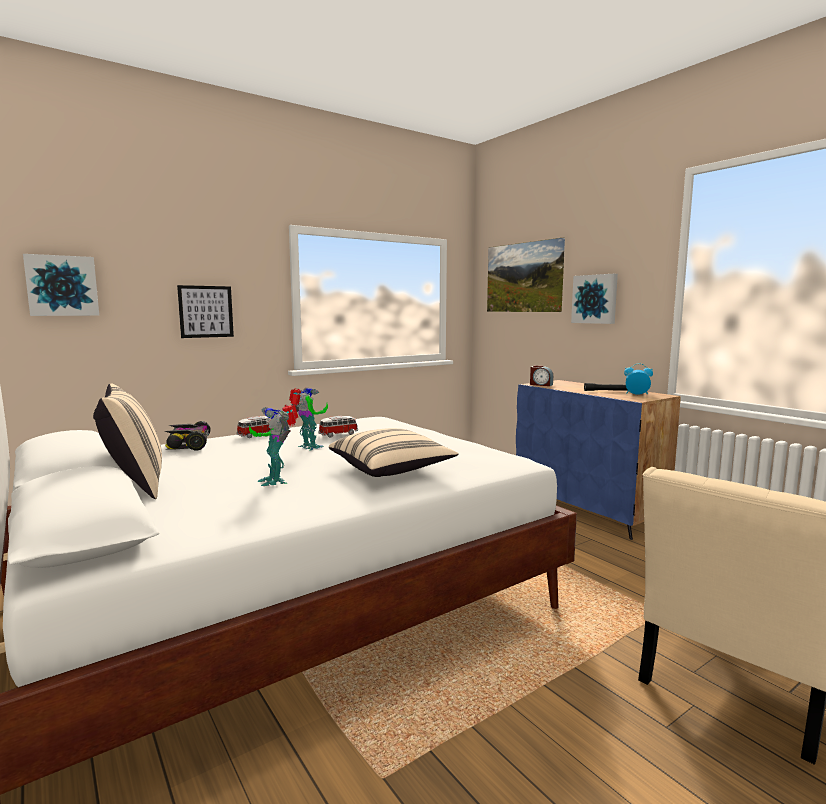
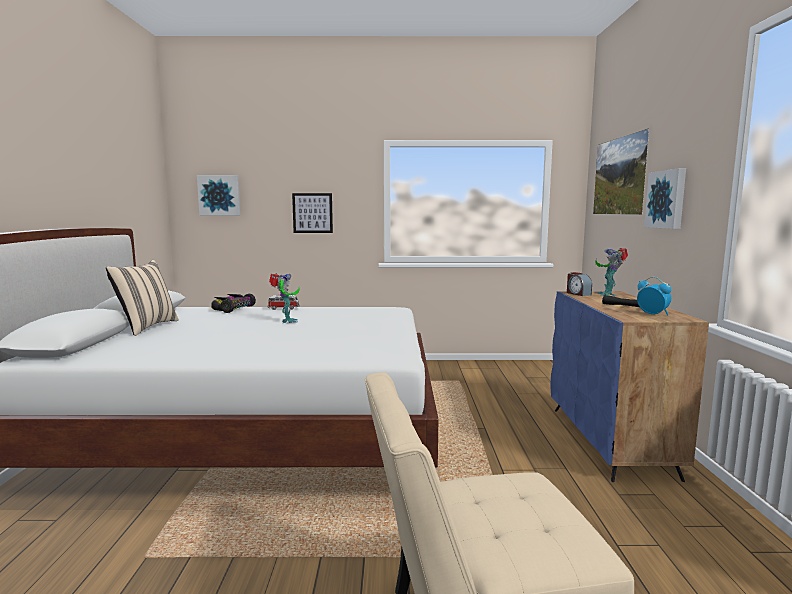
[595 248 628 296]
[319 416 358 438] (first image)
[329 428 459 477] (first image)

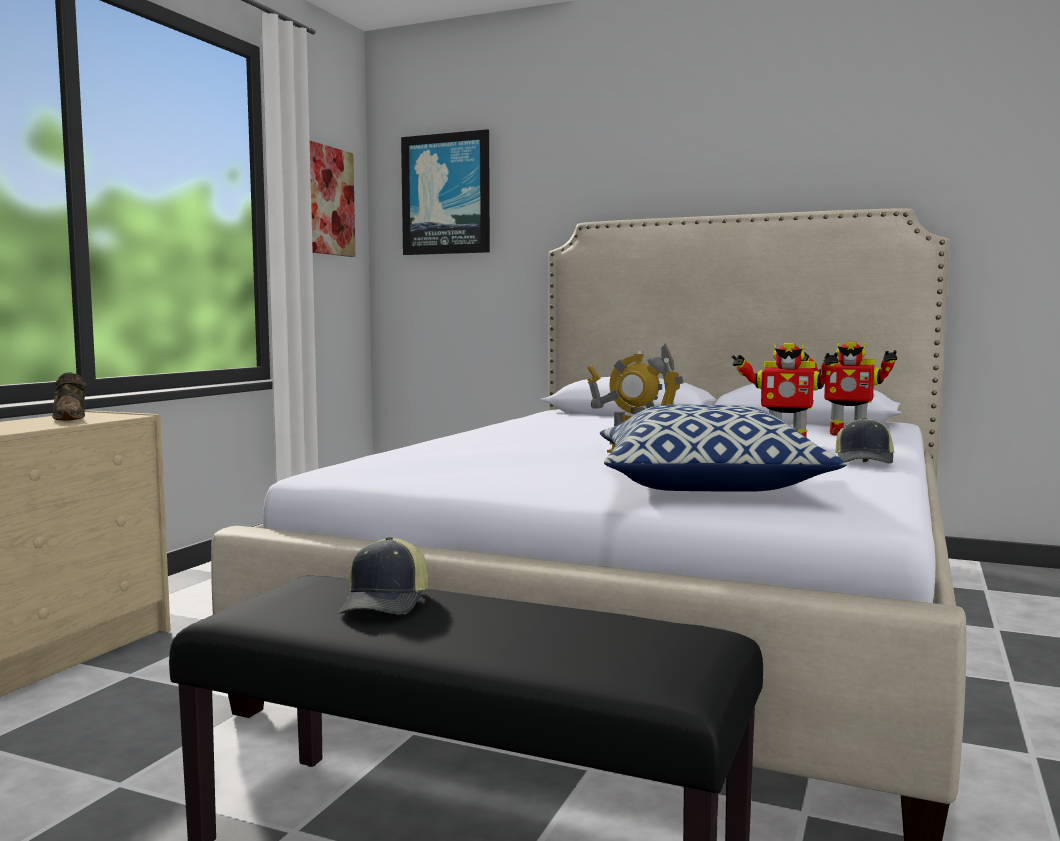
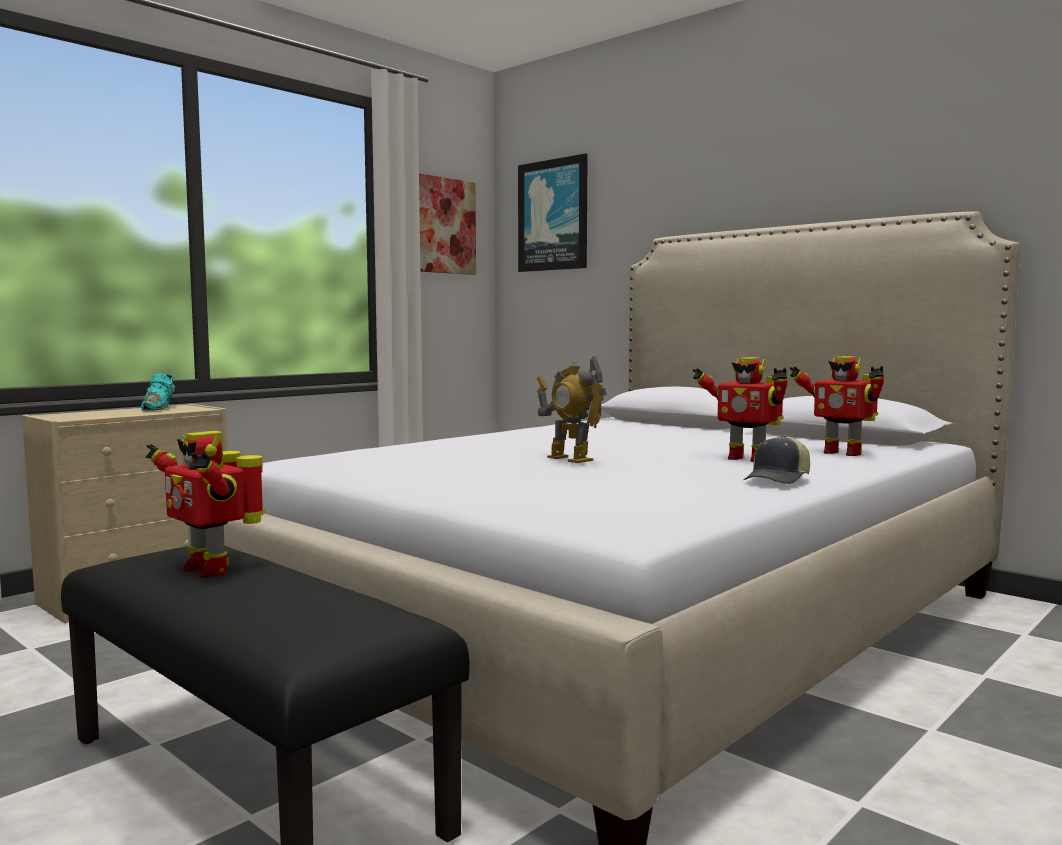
[141 374 176 411]
[600 405 847 492] (first image)
[146 431 265 578]

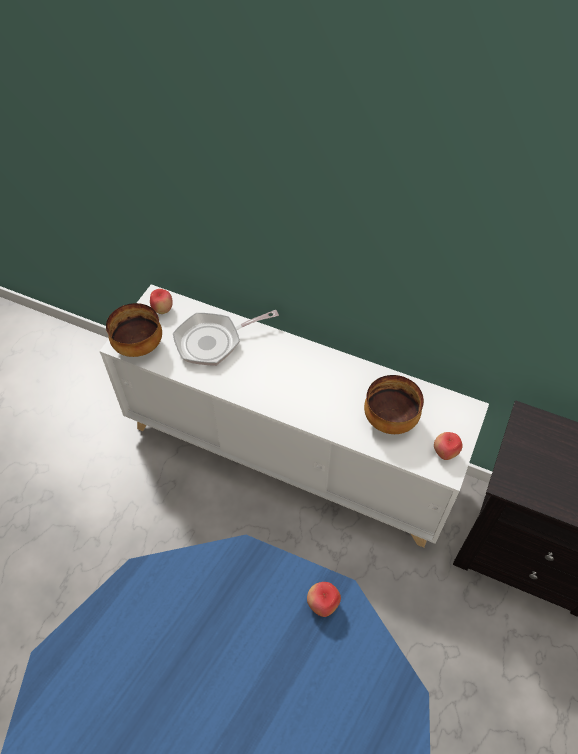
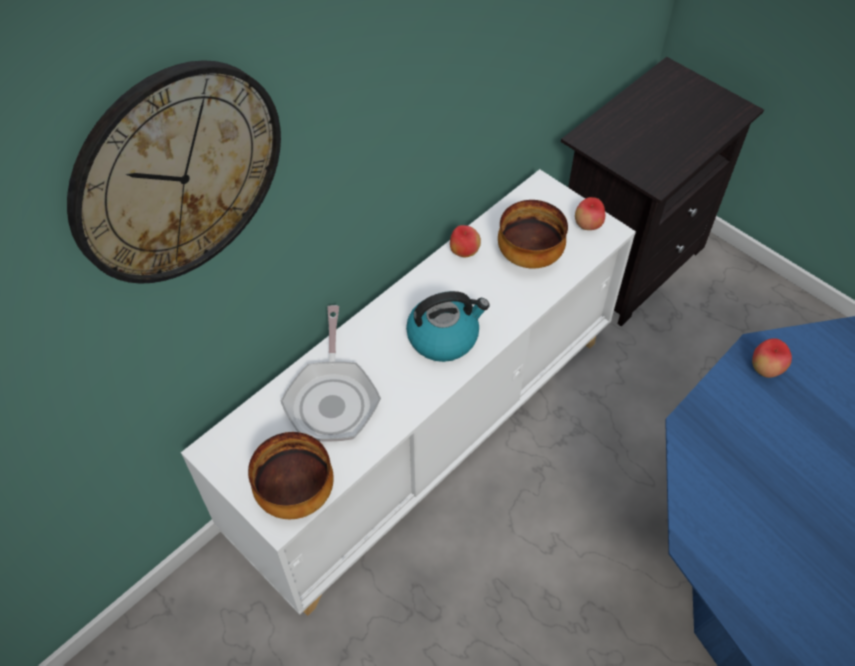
[450 225 481 257]
[67 60 281 284]
[406 291 489 362]

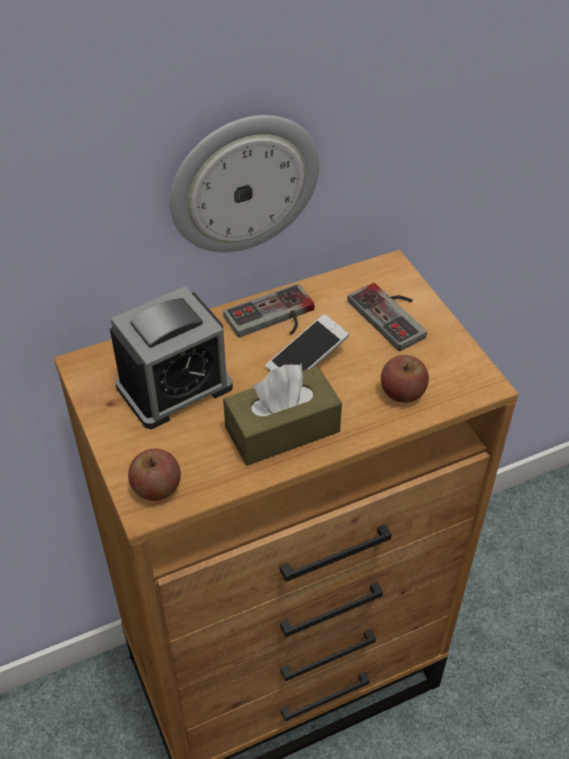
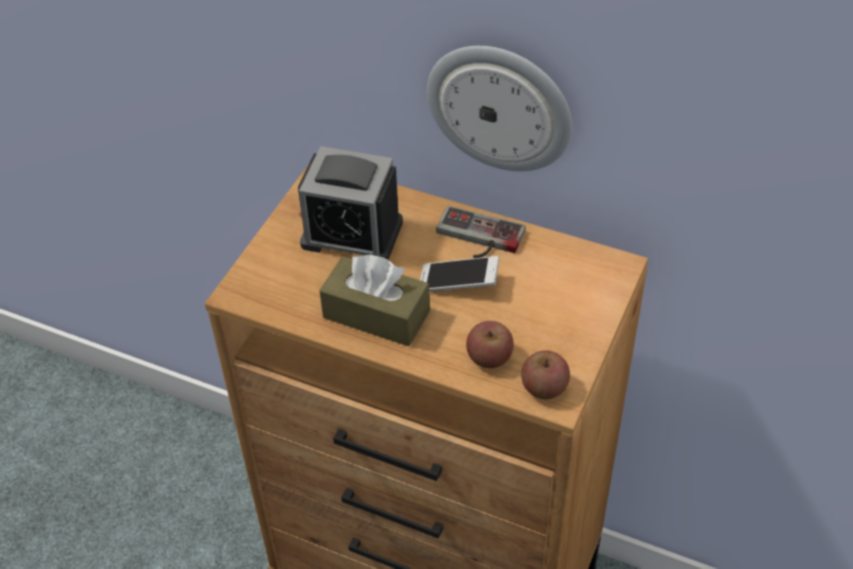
[347 283 427 351] (first image)
[521 350 570 399]

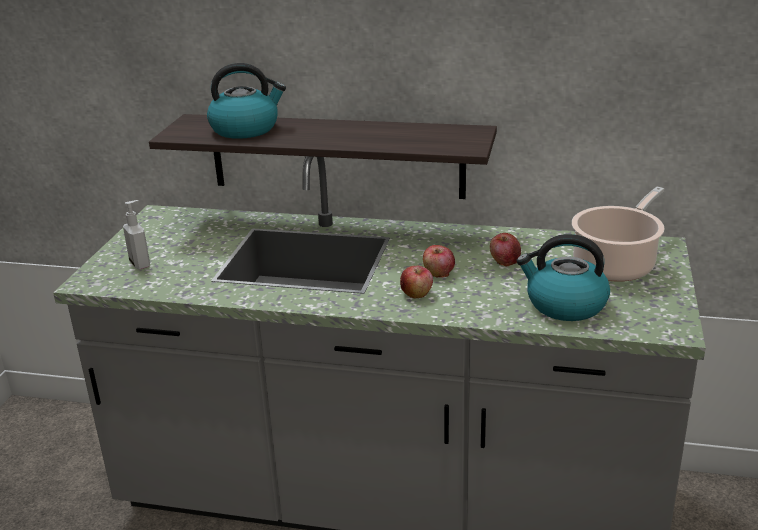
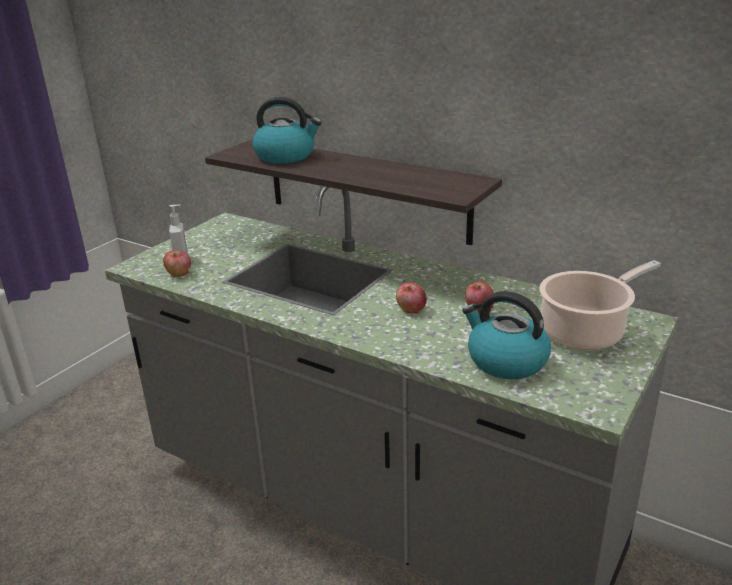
[163 250 191 277]

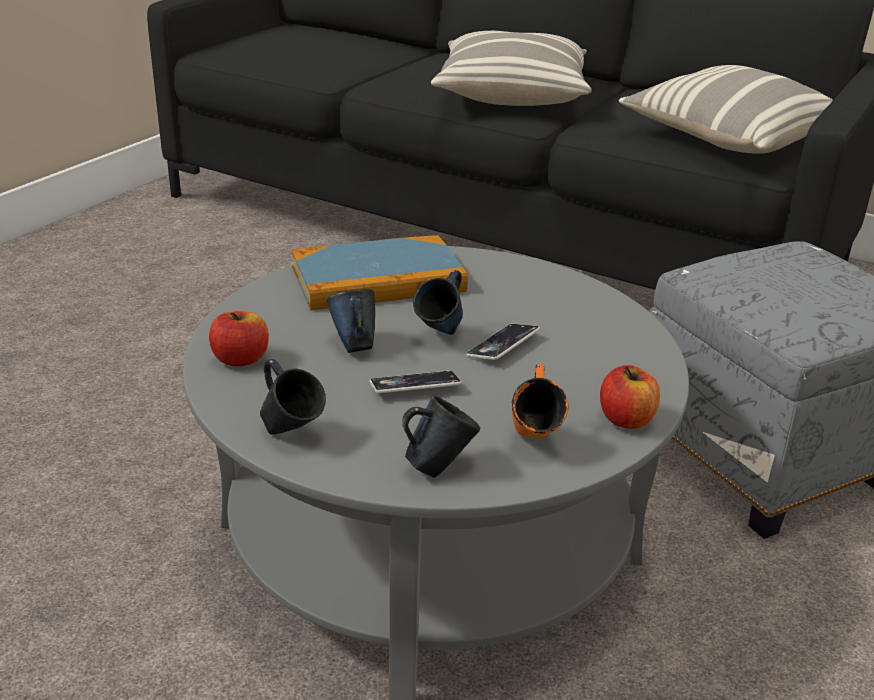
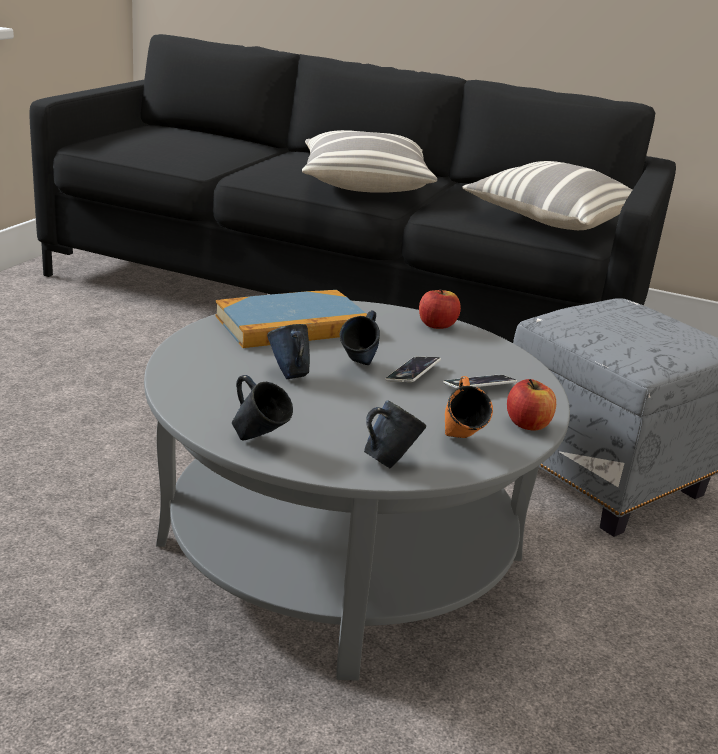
[419 289 461 329]
[443 375 517 389]

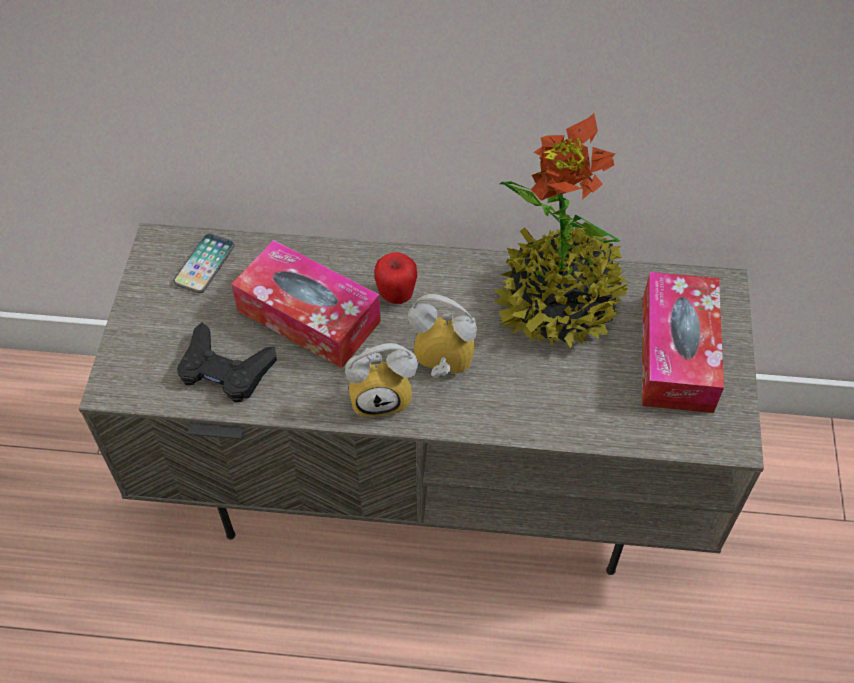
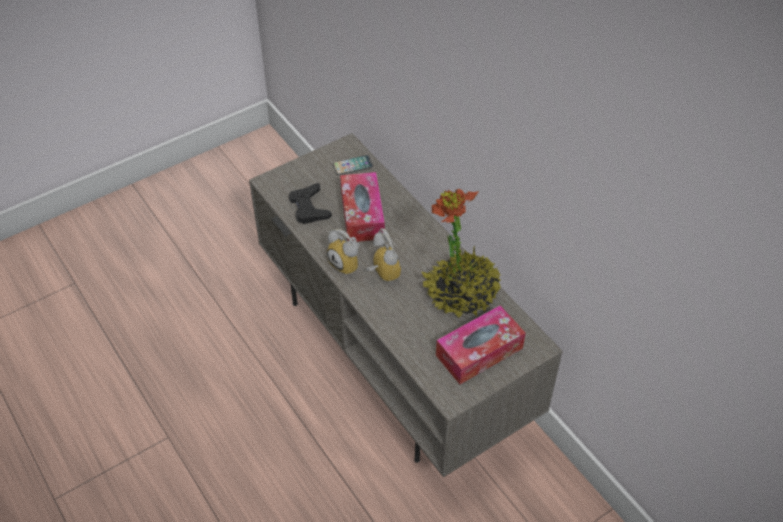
[375 252 417 304] (first image)

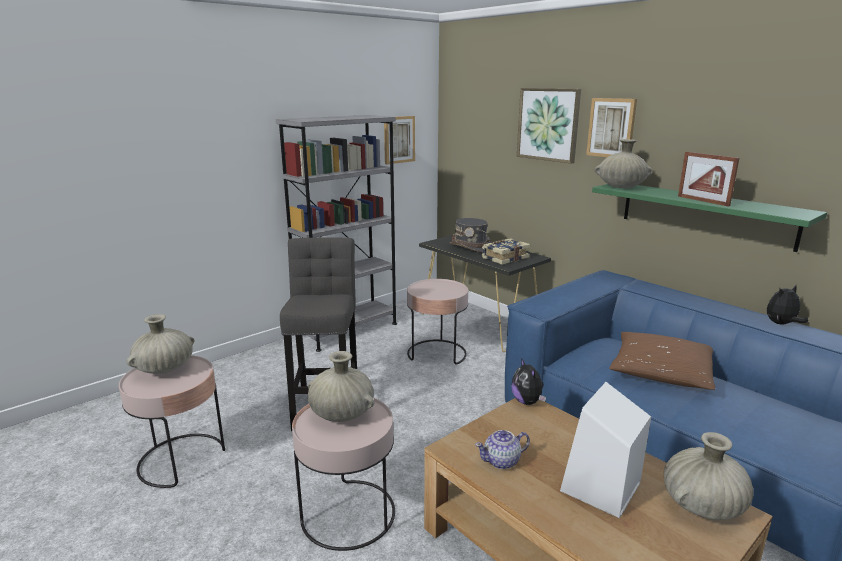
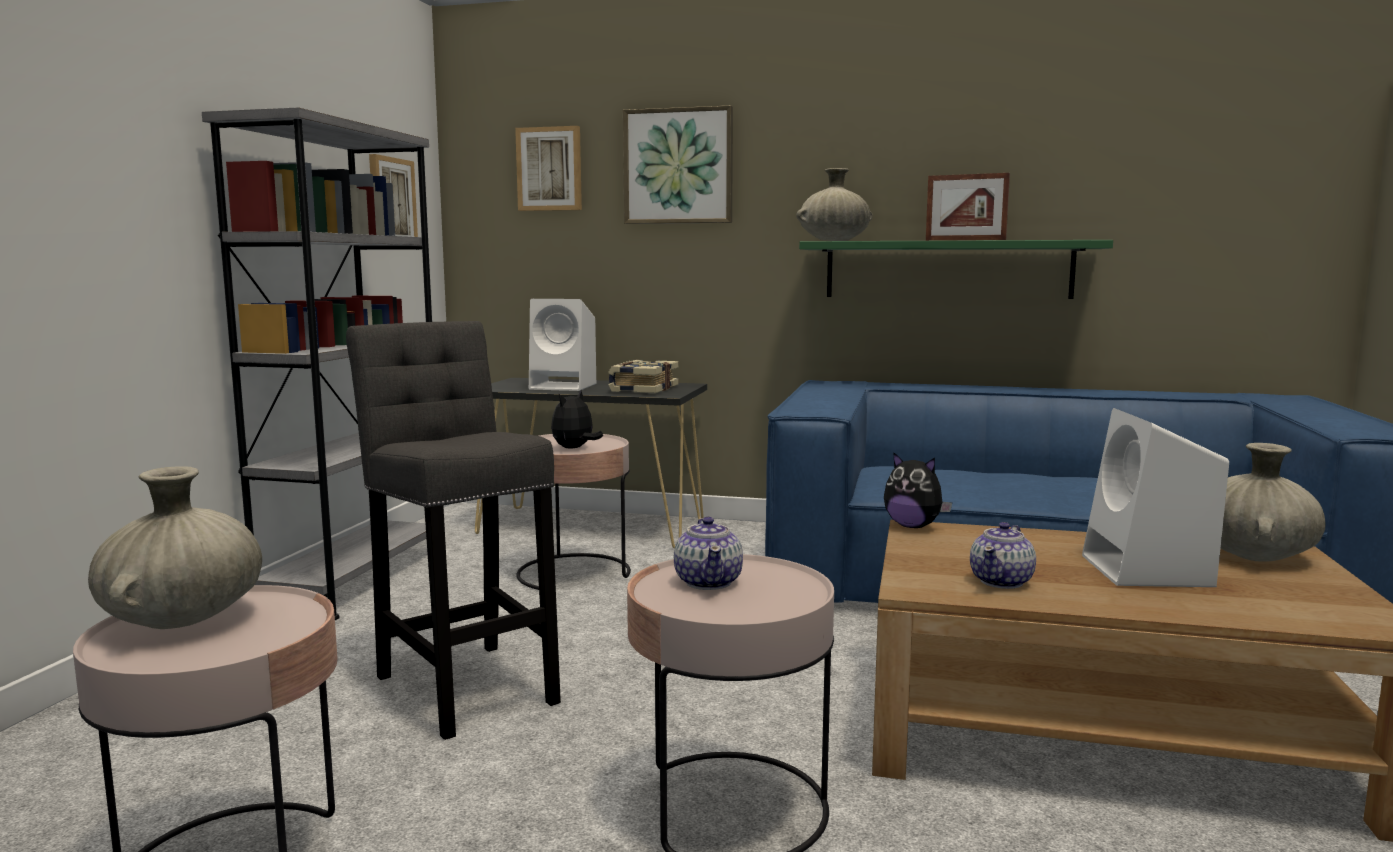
[515 126 582 211]
[529 299 596 391]
[551 390 603 449]
[609 332 715 390] (first image)
[674 517 743 590]

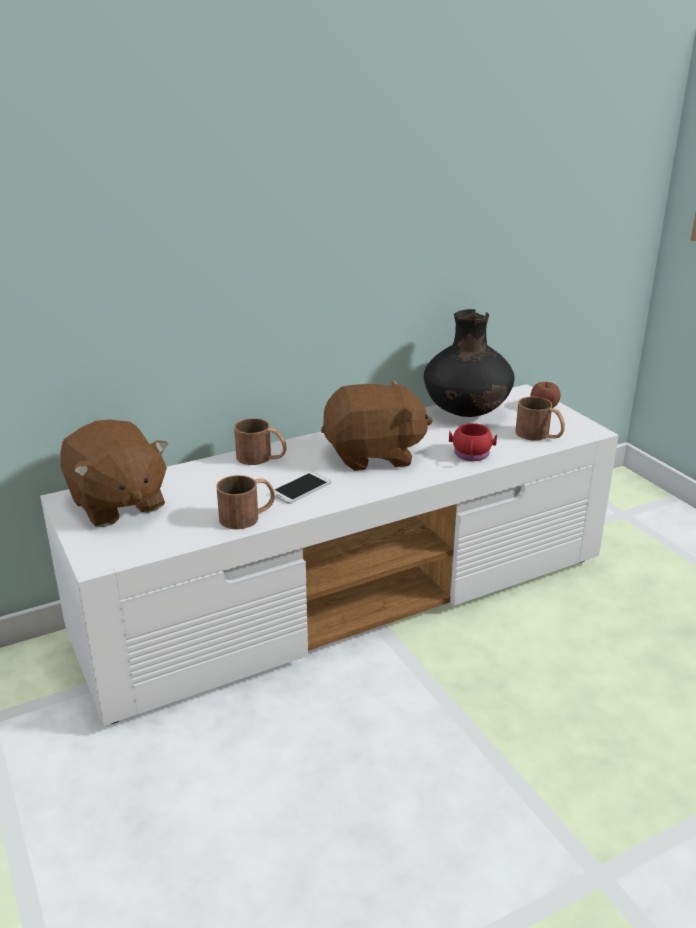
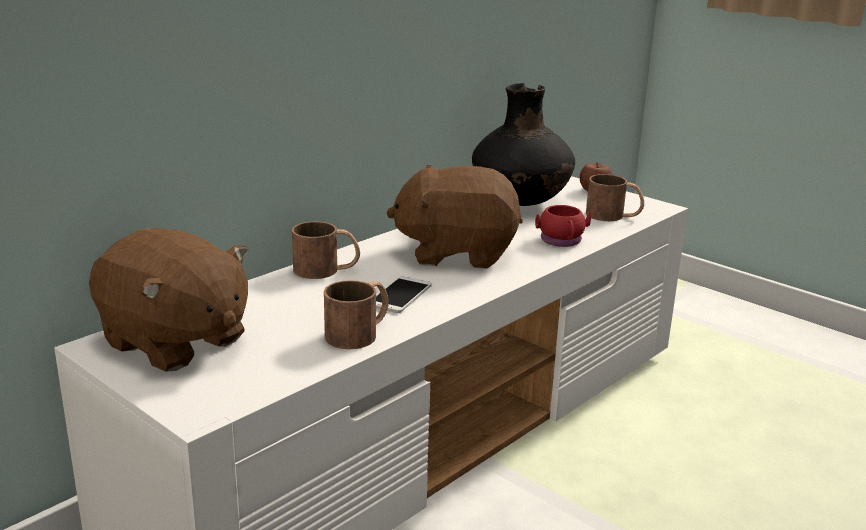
[386 165 523 269]

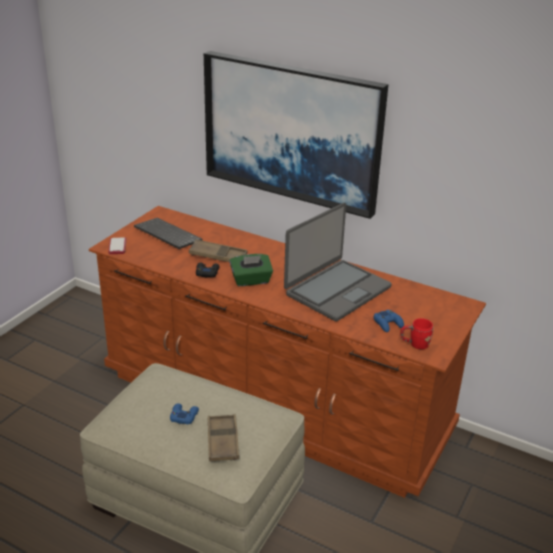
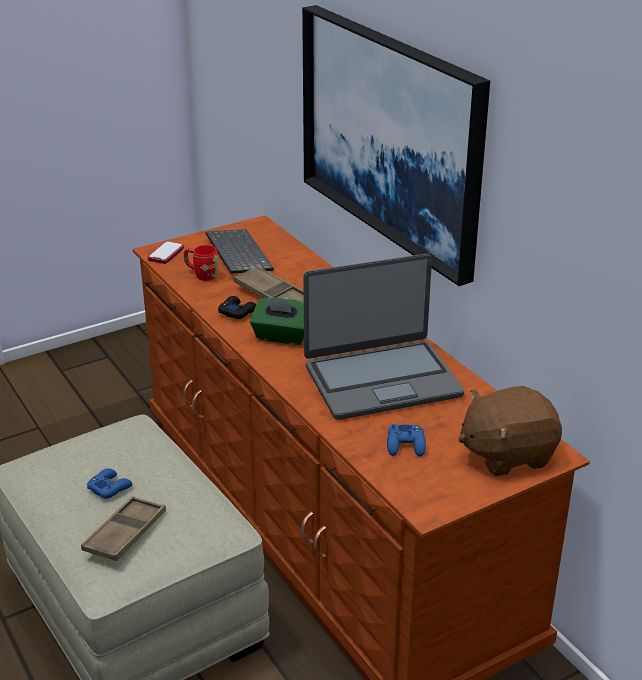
[184 245 219 281]
[459 386 562 477]

